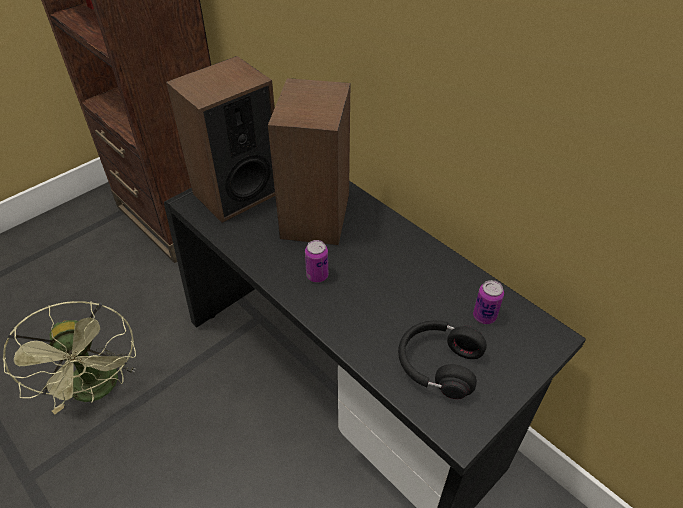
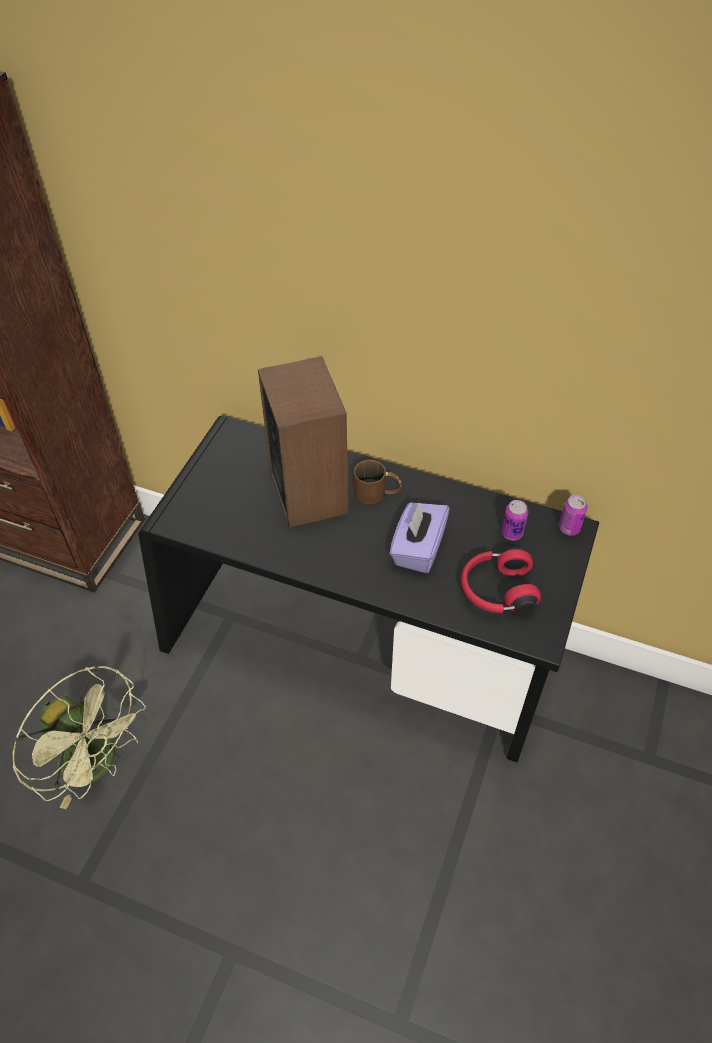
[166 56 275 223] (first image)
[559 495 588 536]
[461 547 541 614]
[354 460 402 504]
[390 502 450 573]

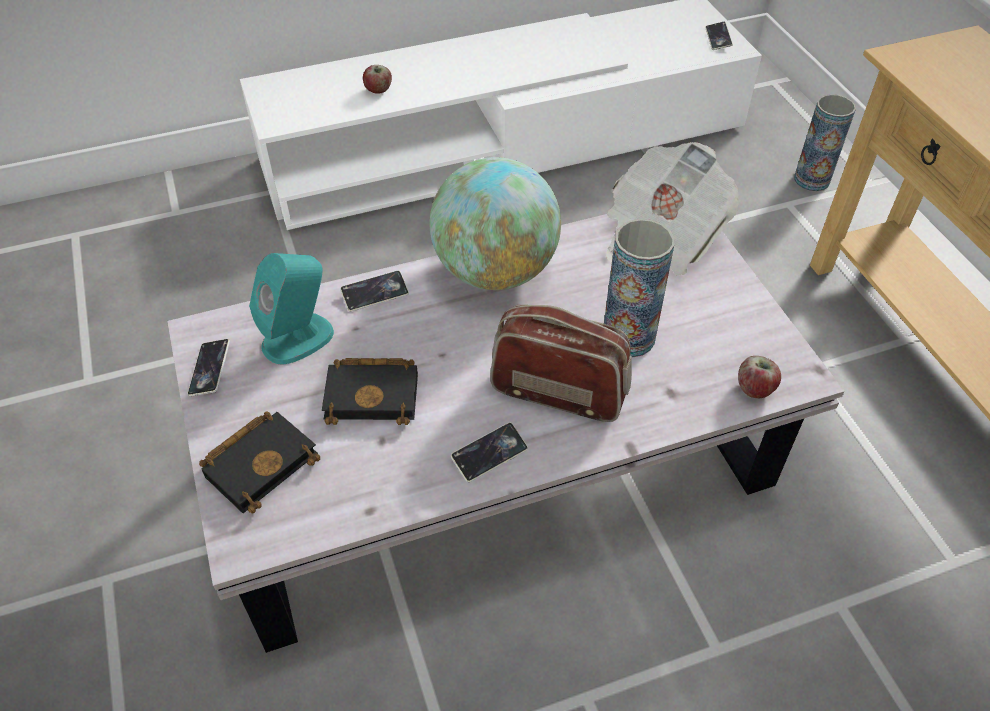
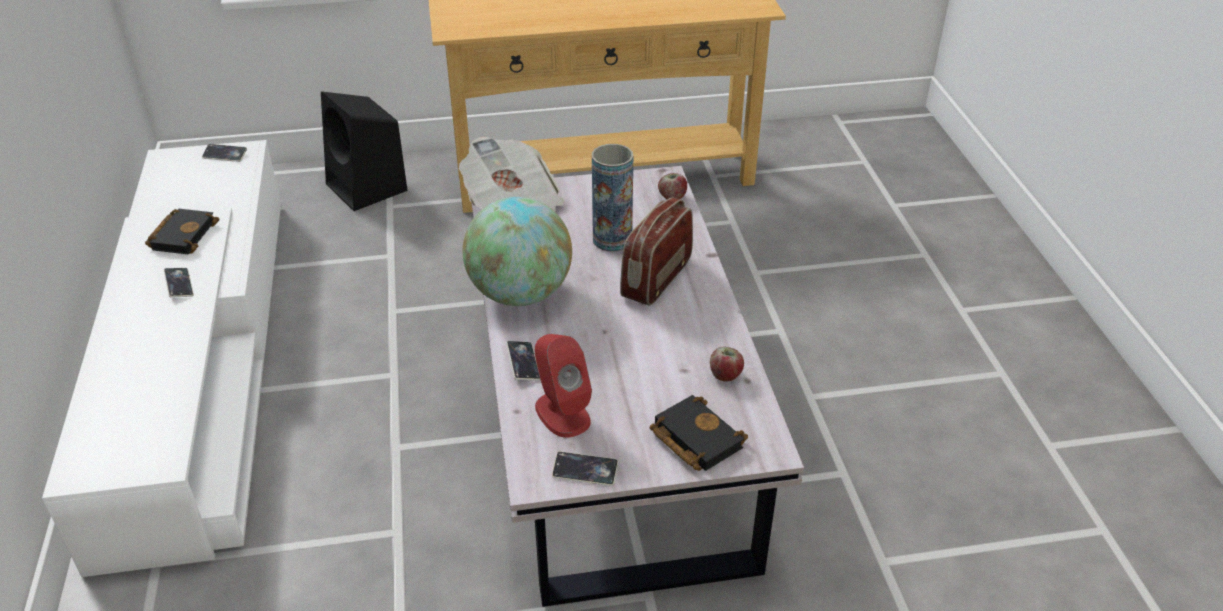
[710 347 744 381]
[321 91 408 211]
[535 334 592 437]
[145 209 220 254]
[164 268 194 297]

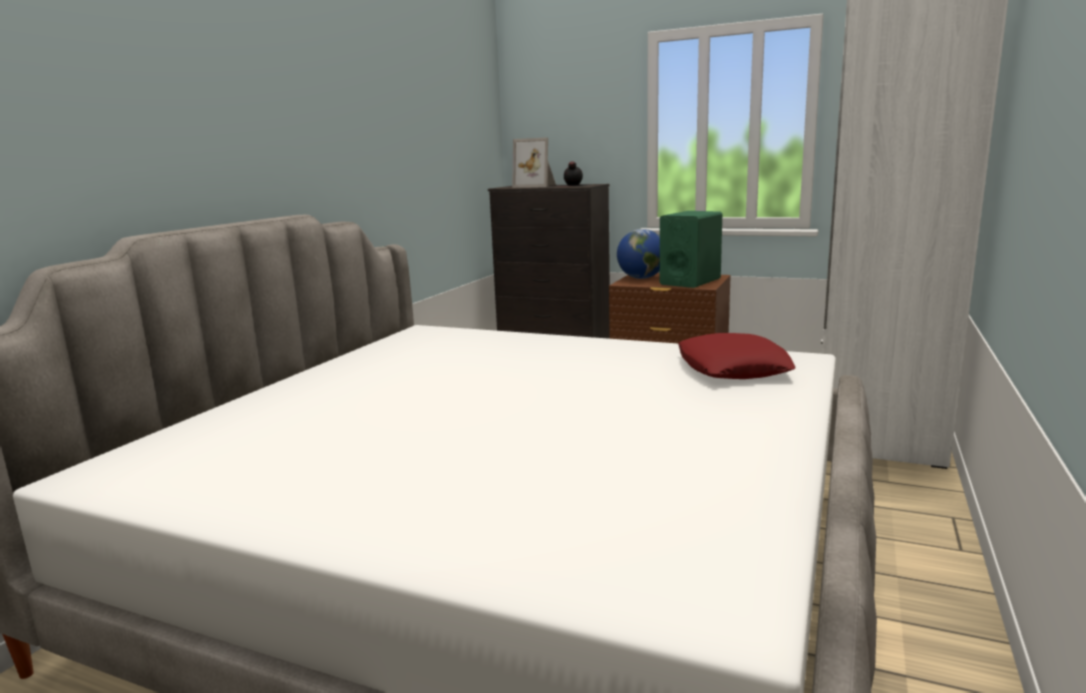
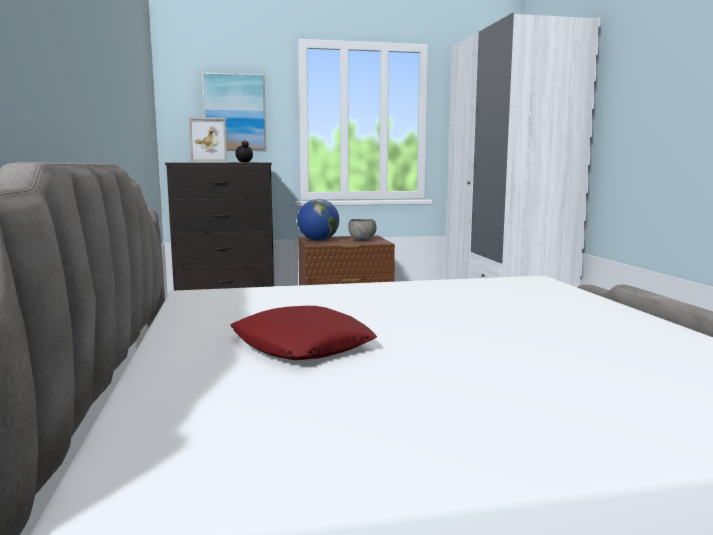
[348 219 376 241]
[231 306 377 360]
[202 72 267 151]

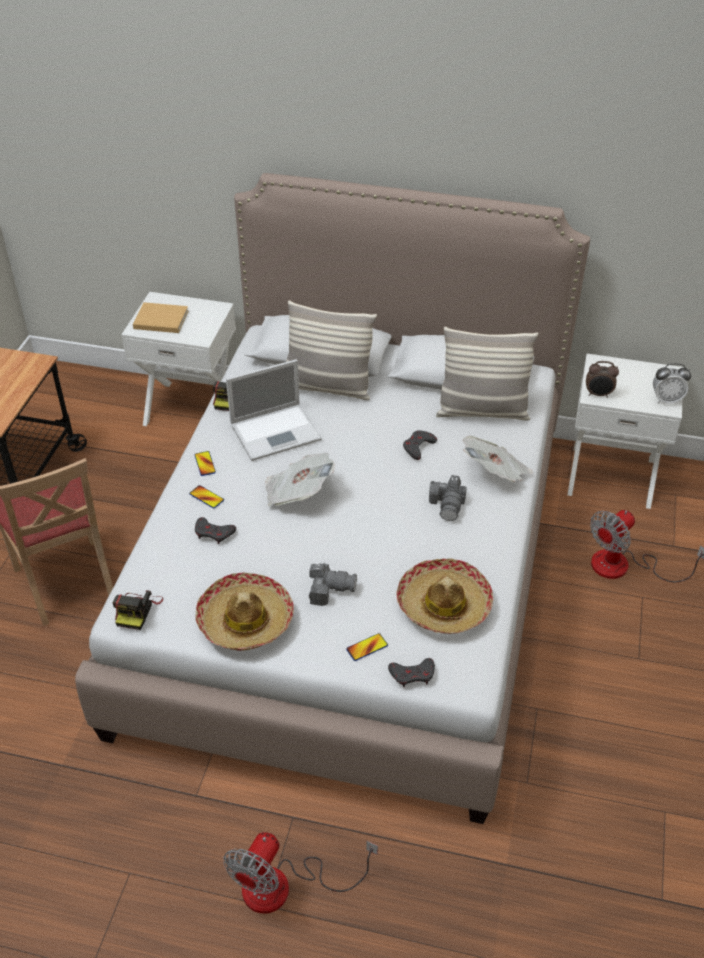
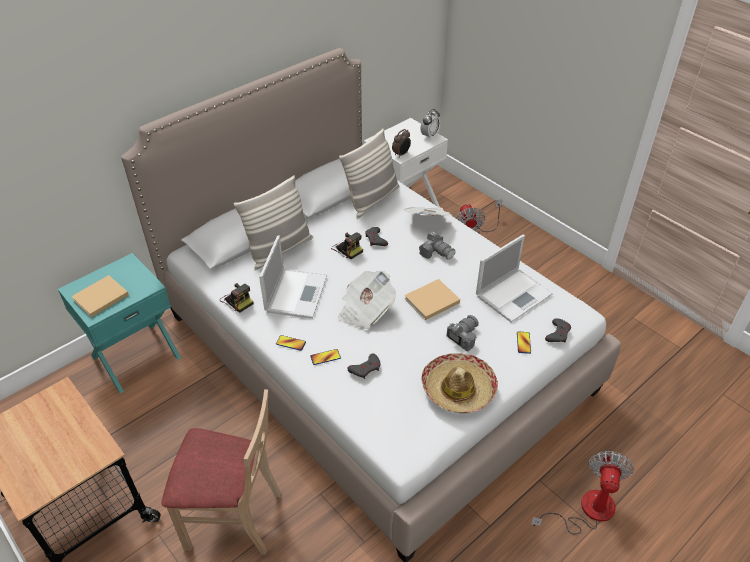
[58 253 181 393]
[476 235 553 323]
[331 232 363 259]
[531 451 634 534]
[404 279 460 320]

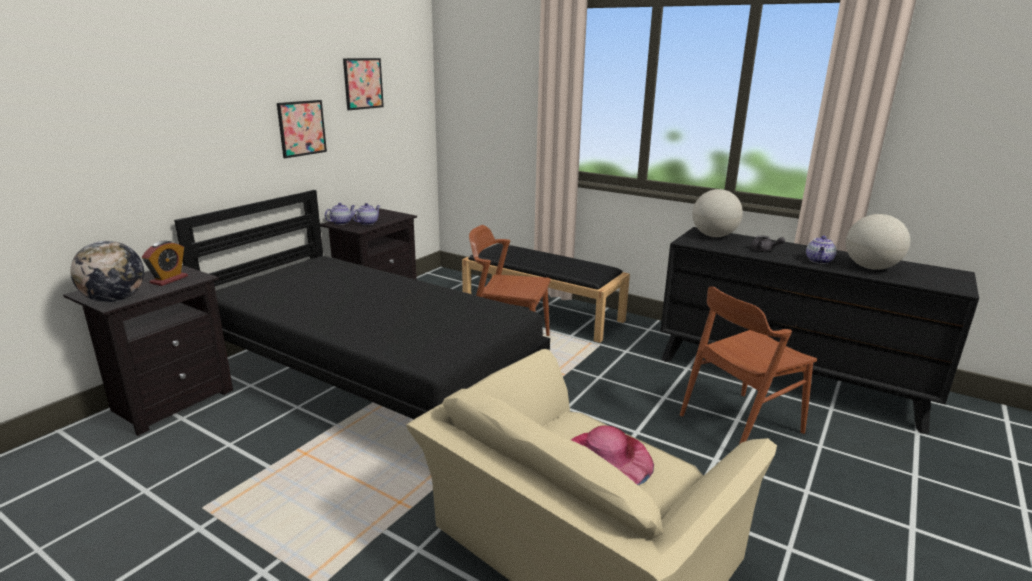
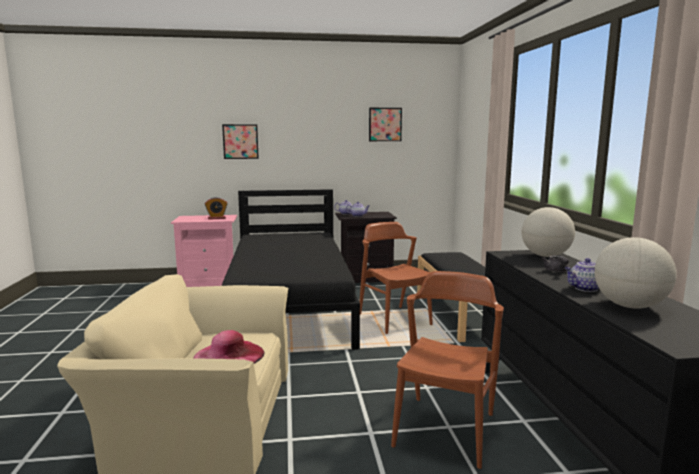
[222 124 259 159]
[70 241 144 302] (first image)
[171 215 237 287]
[391 271 504 469]

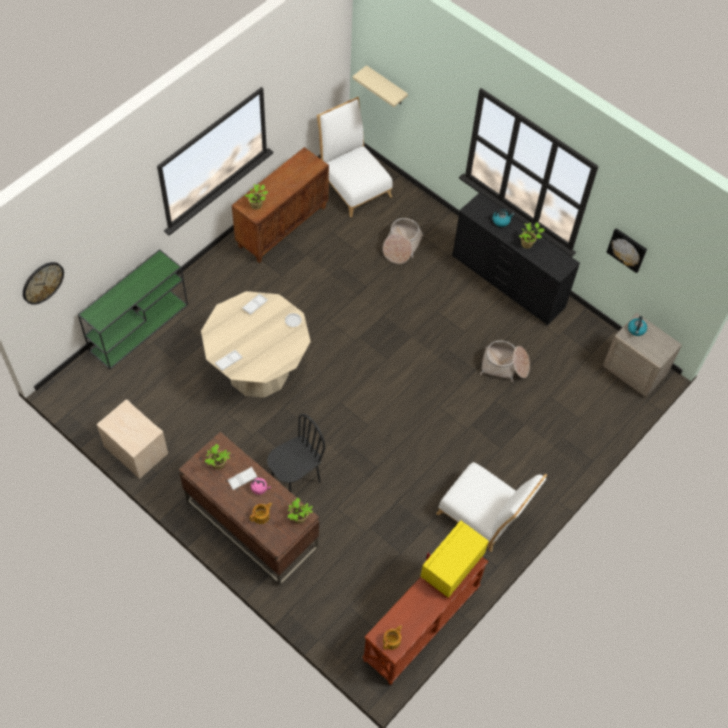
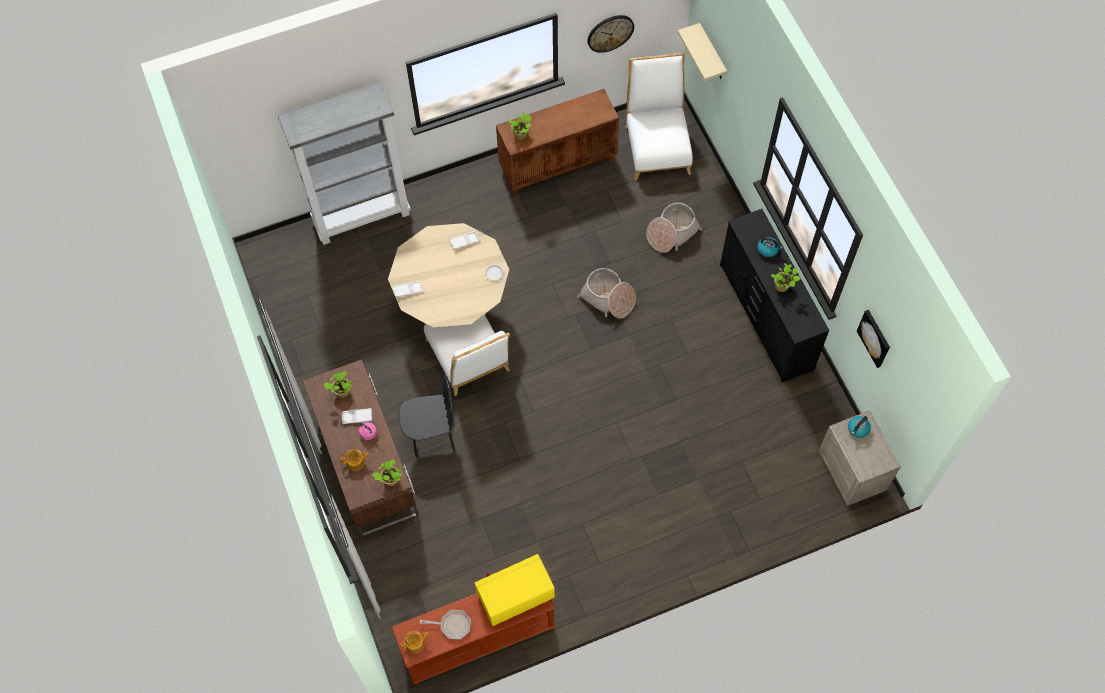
[278 82 411 245]
[588 15 634 53]
[577 268 636 318]
[96 399 168 479] (first image)
[424 314 510 396]
[420 610 471 639]

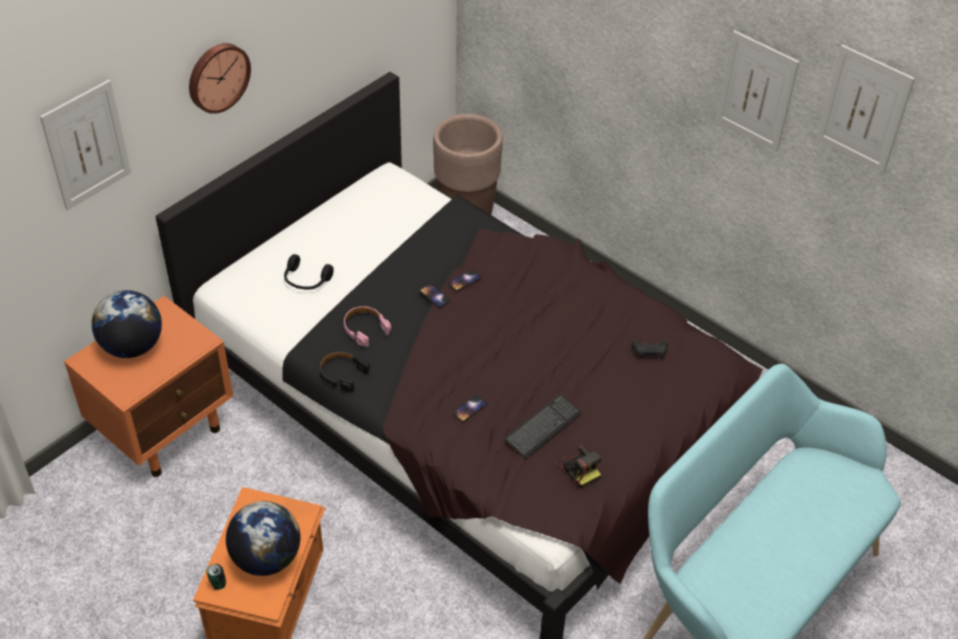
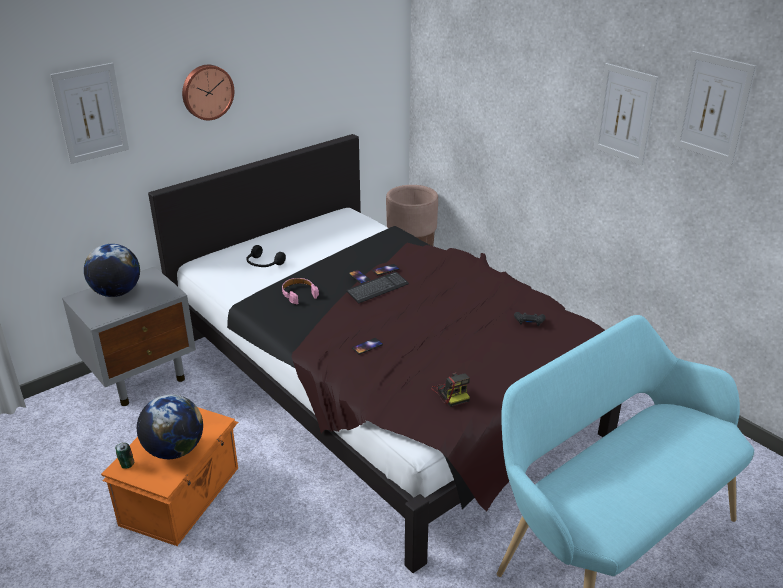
[62 266 196 406]
[320 351 370 392] (first image)
[346 272 409 303]

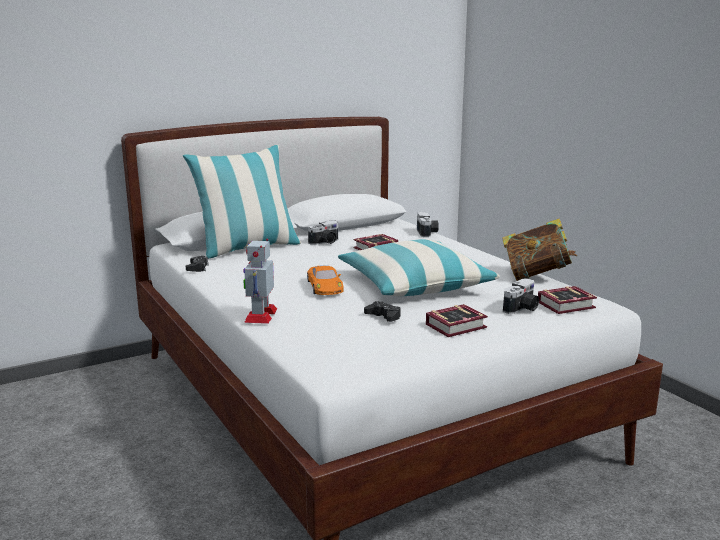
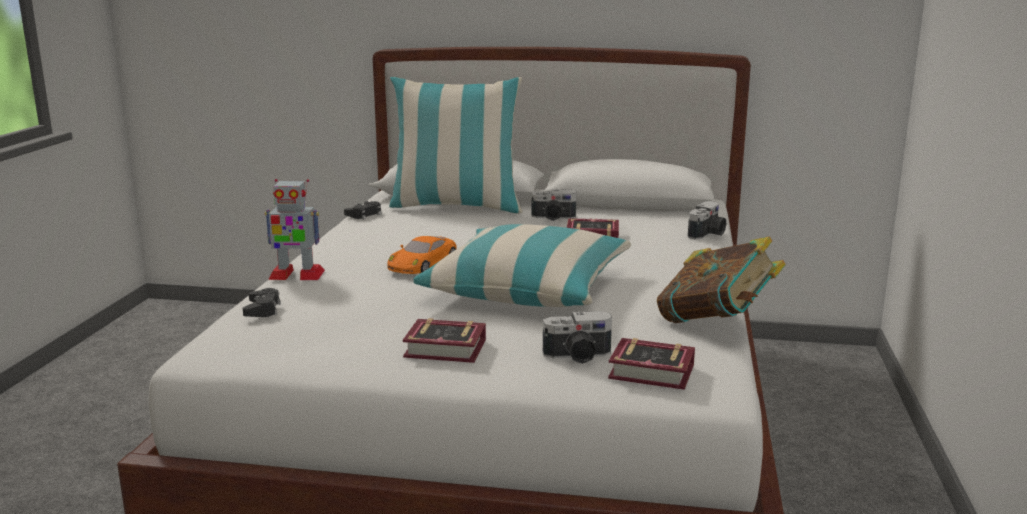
[265 179 325 280]
[243 288 281 317]

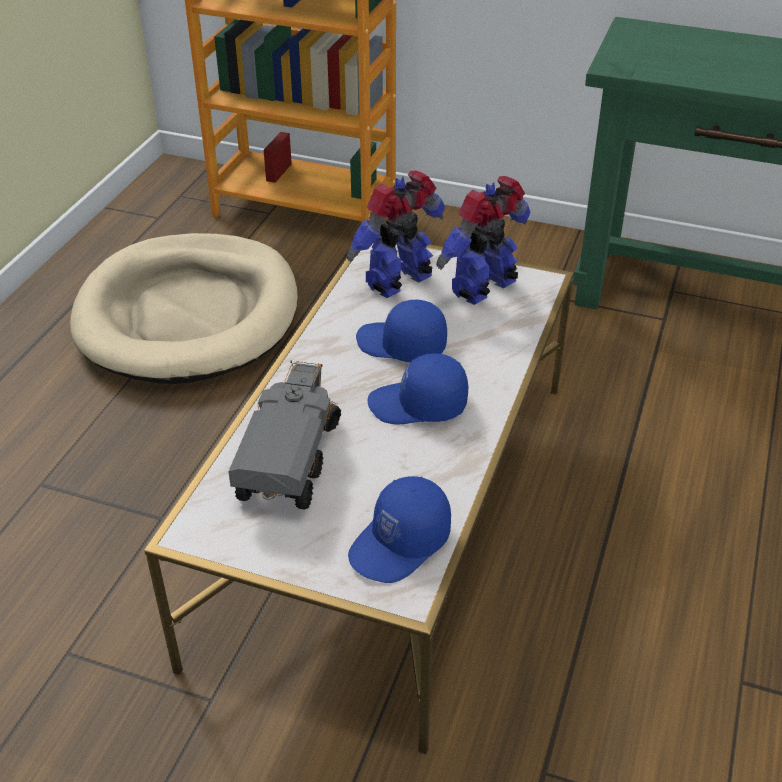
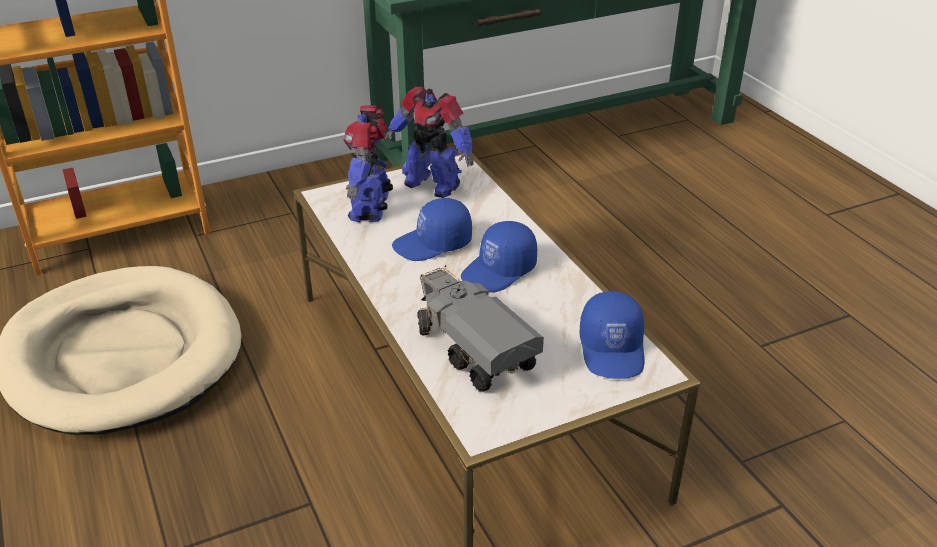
[385 87 474 198]

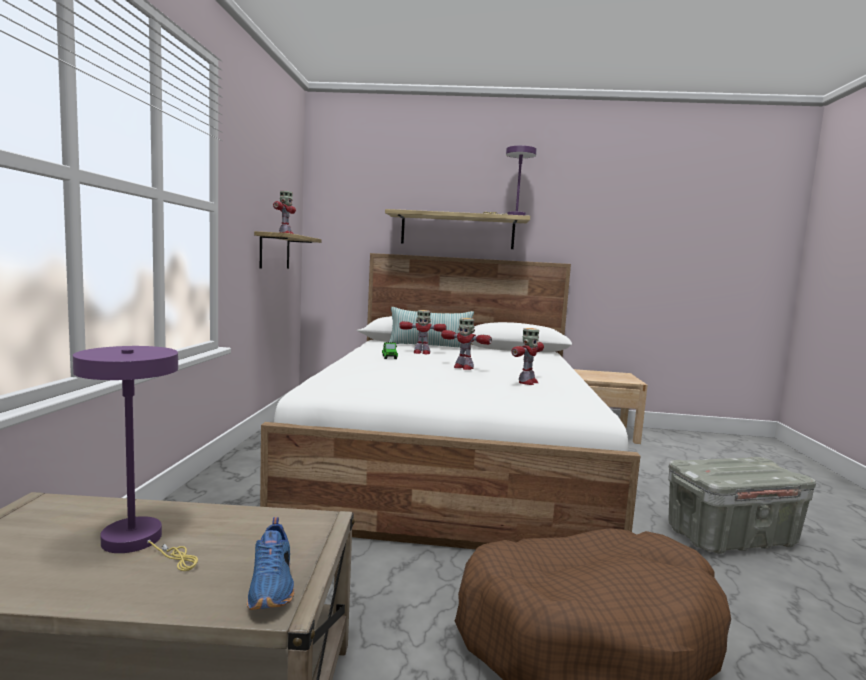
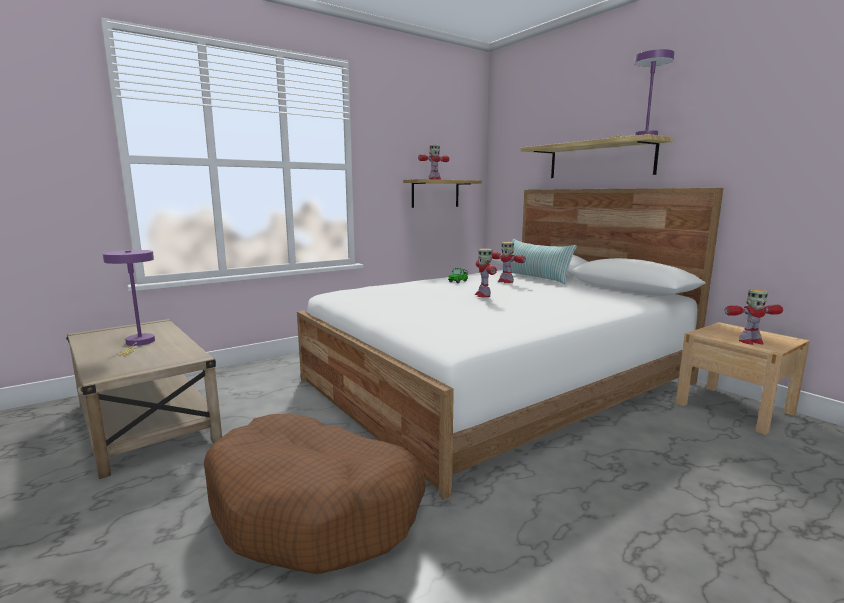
[725 289 783 345]
[668 457 816 554] (first image)
[247 517 294 610] (first image)

